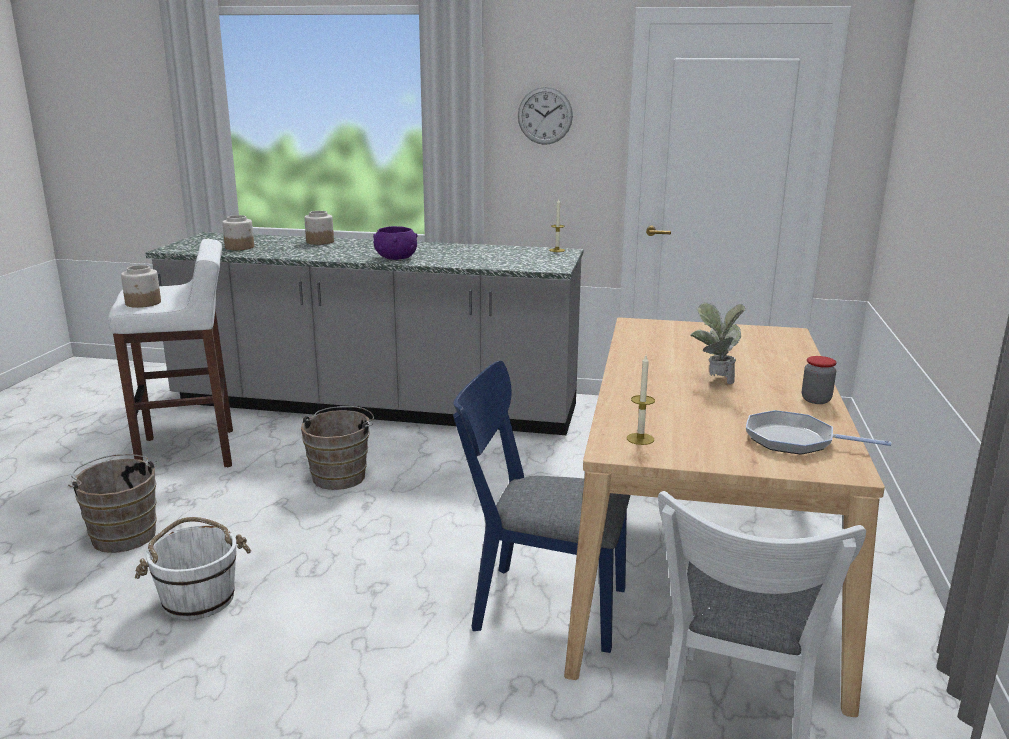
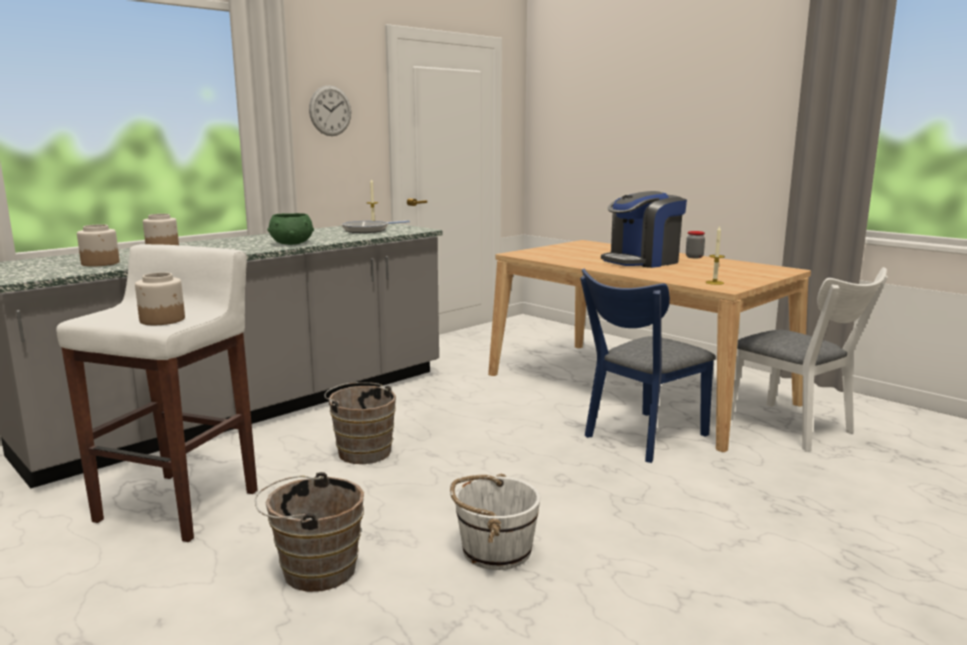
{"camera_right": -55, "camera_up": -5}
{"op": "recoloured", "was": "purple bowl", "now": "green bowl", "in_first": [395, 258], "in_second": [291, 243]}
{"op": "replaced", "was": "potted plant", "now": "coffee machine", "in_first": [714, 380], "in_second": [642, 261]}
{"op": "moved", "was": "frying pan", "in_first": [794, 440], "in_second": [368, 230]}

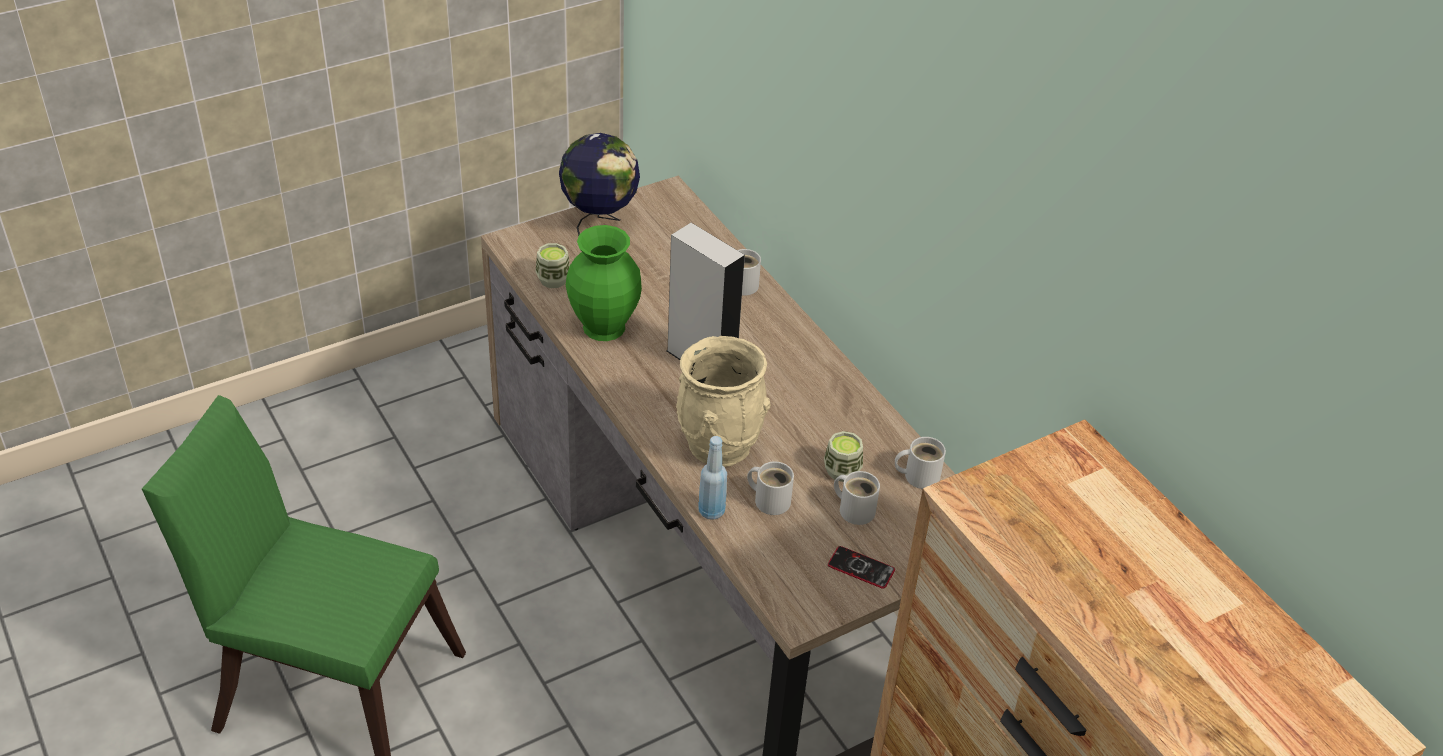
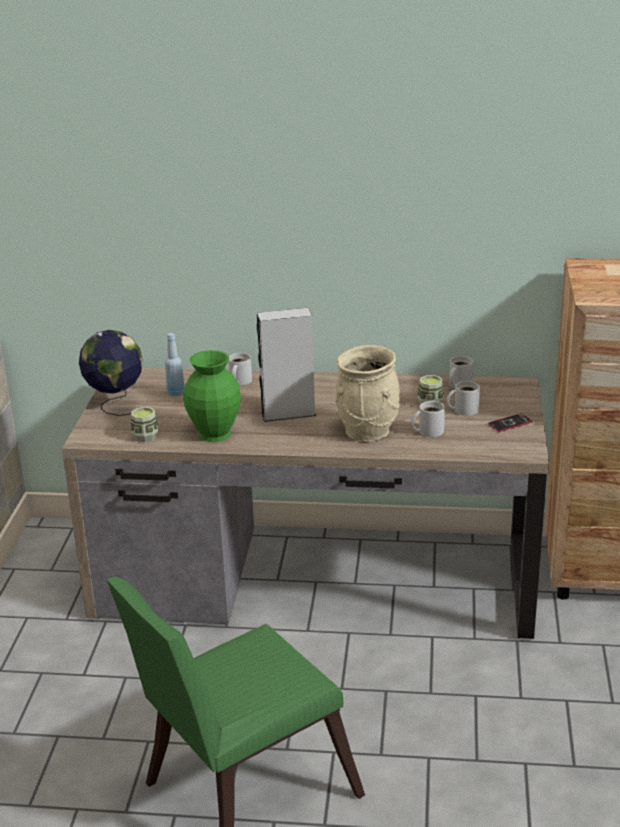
{"camera_right": -50, "camera_up": -15}
{"op": "moved", "was": "blue bottle", "in_first": [711, 511], "in_second": [176, 393]}

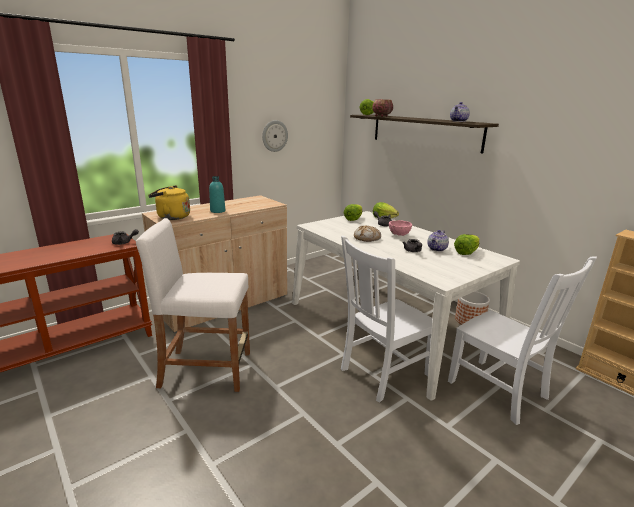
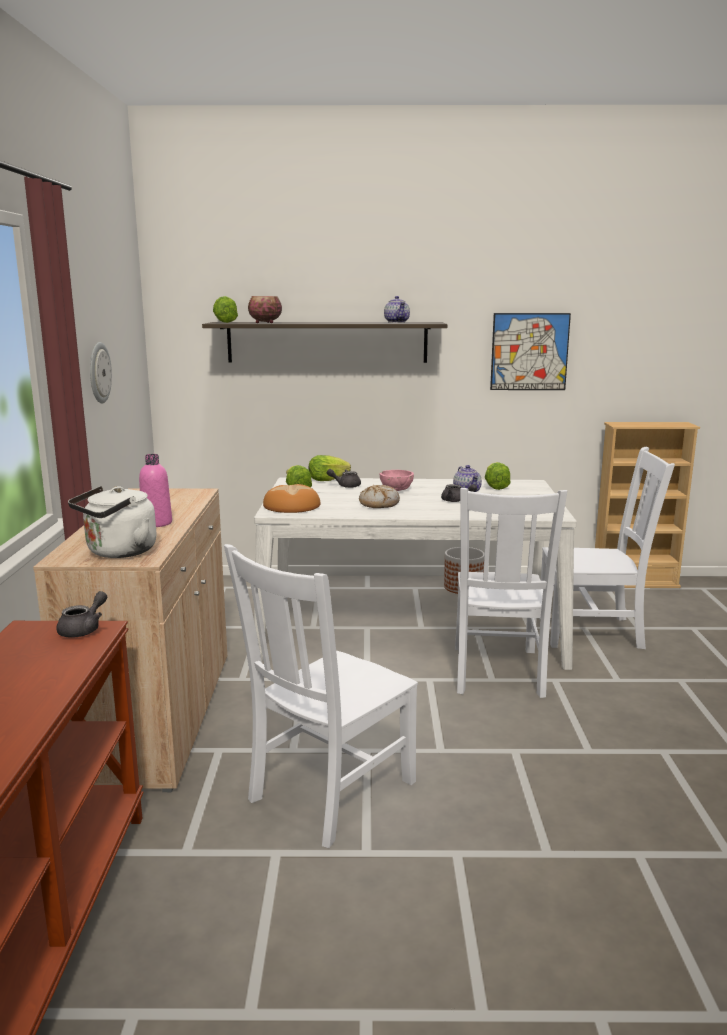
{"camera_right": -50, "camera_up": -5}
{"op": "recoloured", "was": "turquoise bottle", "now": "pink bottle", "in_first": [217, 211], "in_second": [157, 523]}
{"op": "recoloured", "was": "yellow kettle", "now": "white kettle", "in_first": [171, 217], "in_second": [118, 552]}
{"op": "replaced", "was": "white stool", "now": "white chair", "in_first": [206, 369], "in_second": [328, 793]}
{"op": "added", "now": "picture", "in_second": [529, 352]}
{"op": "added", "now": "bread", "in_second": [292, 506]}

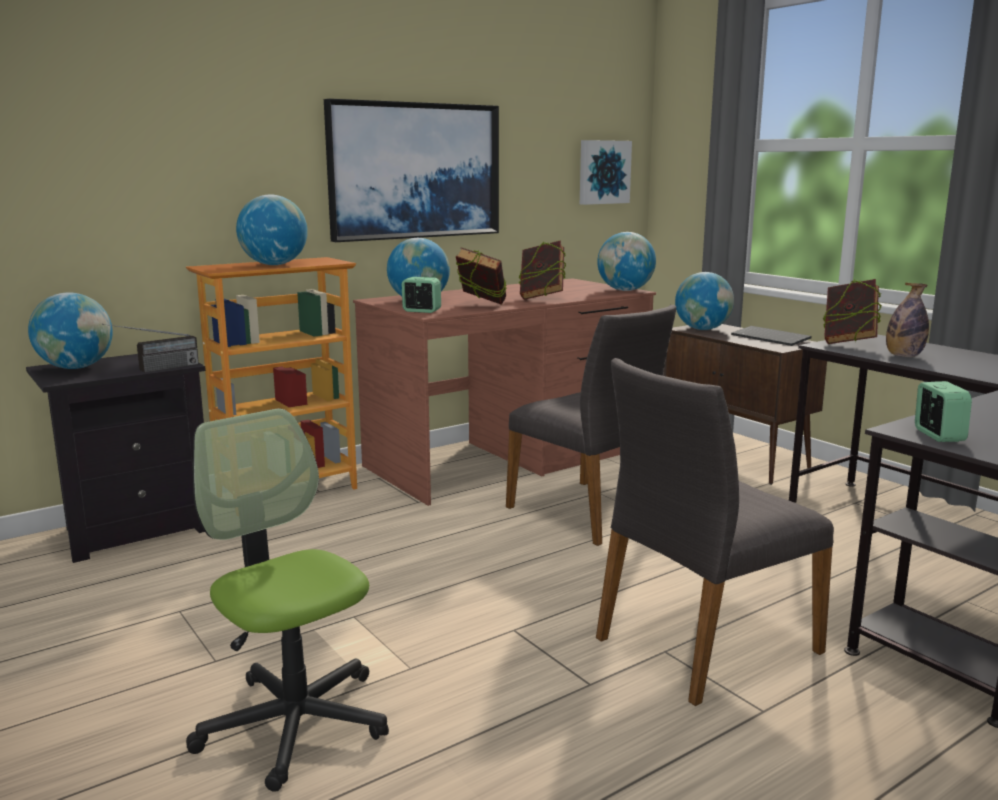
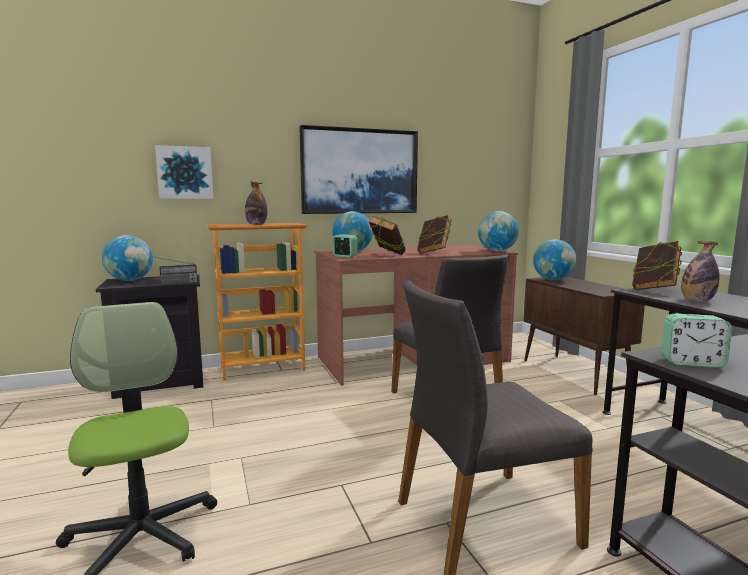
{"camera_right": 15, "camera_up": -5}
{"op": "moved", "was": "picture", "in_first": [603, 172], "in_second": [185, 173]}
{"op": "replaced", "was": "globe", "now": "bottle", "in_first": [274, 265], "in_second": [256, 224]}
{"op": "removed", "was": "keyboard", "in_first": [772, 338]}
{"op": "turned", "was": "alarm clock", "in_first": [938, 435], "in_second": [692, 363], "clockwise": 90}

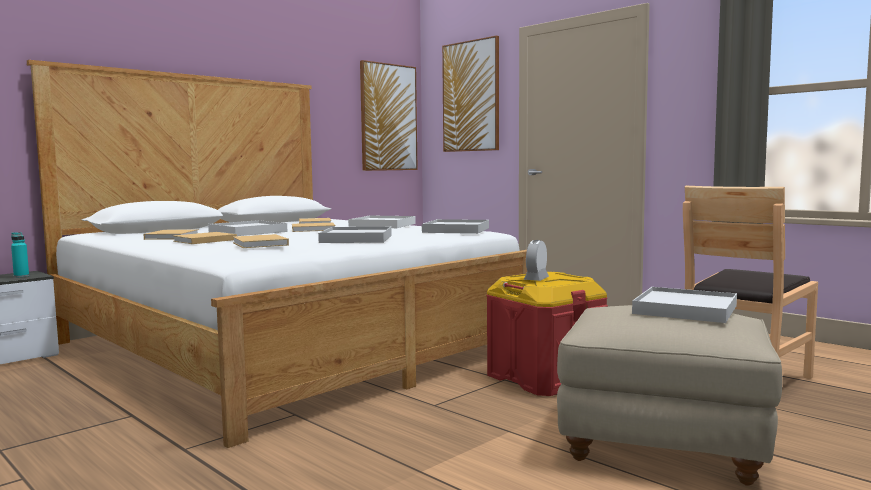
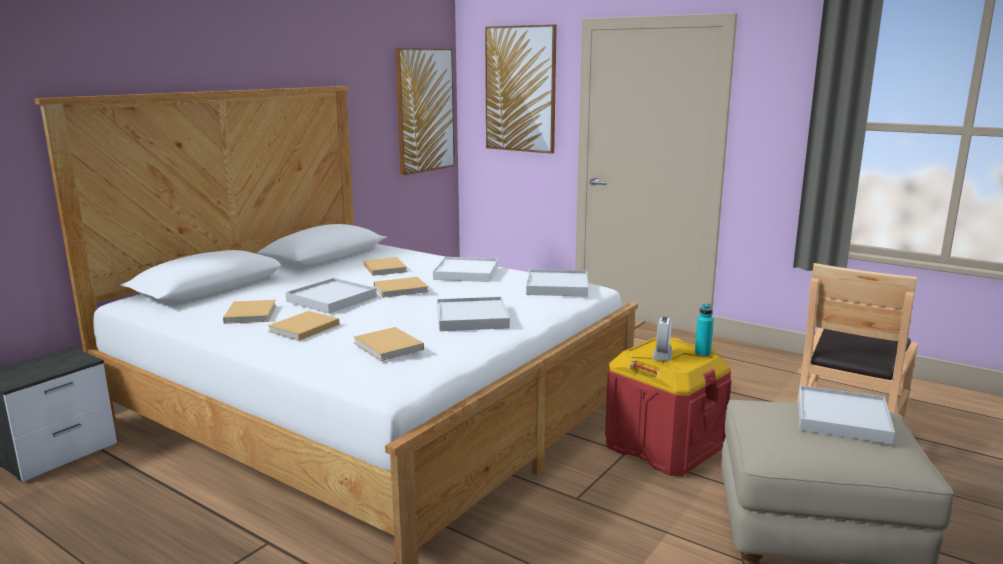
{"camera_right": -10, "camera_up": 10}
{"op": "moved", "was": "turquoise bottle", "in_first": [21, 276], "in_second": [702, 353]}

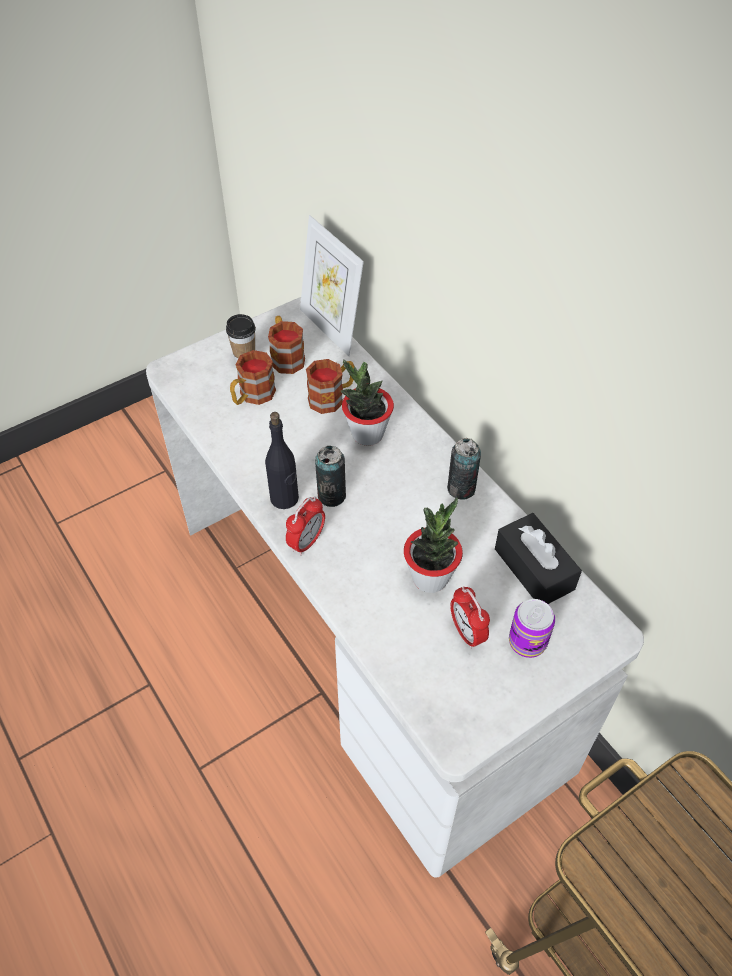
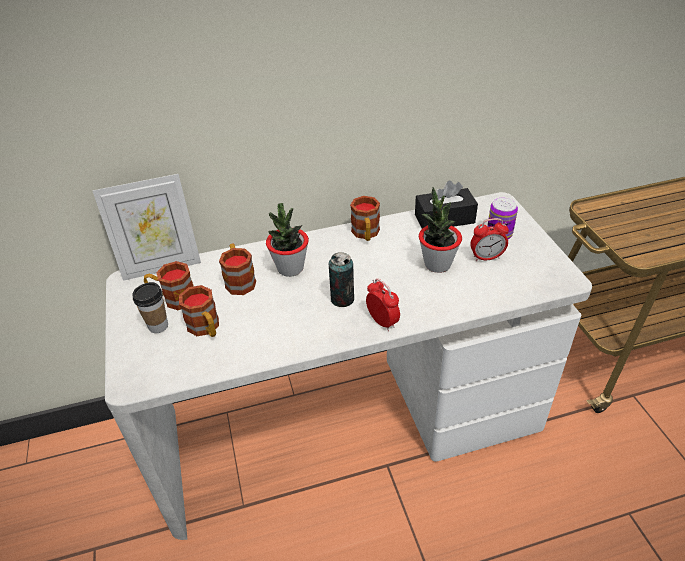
{"camera_right": -70, "camera_up": -10}
{"op": "removed", "was": "black bottle", "in_first": [284, 498]}
{"op": "replaced", "was": "can", "now": "mug", "in_first": [461, 489], "in_second": [366, 234]}

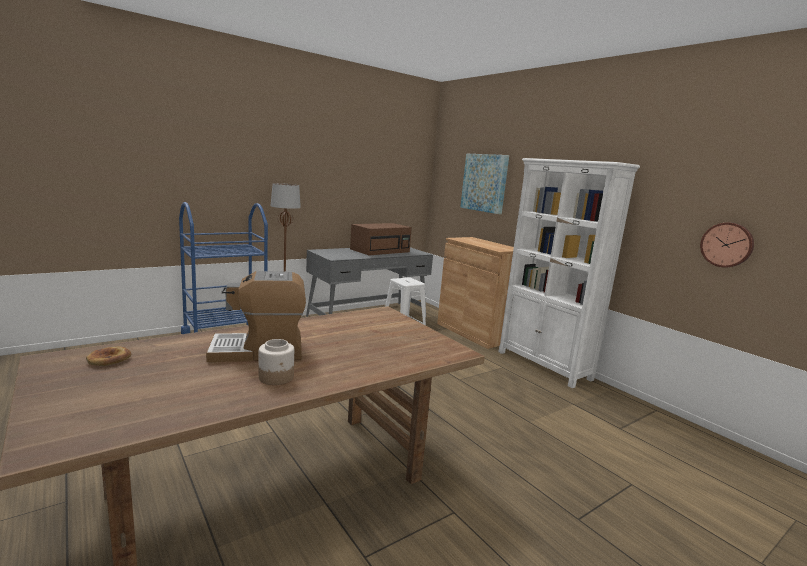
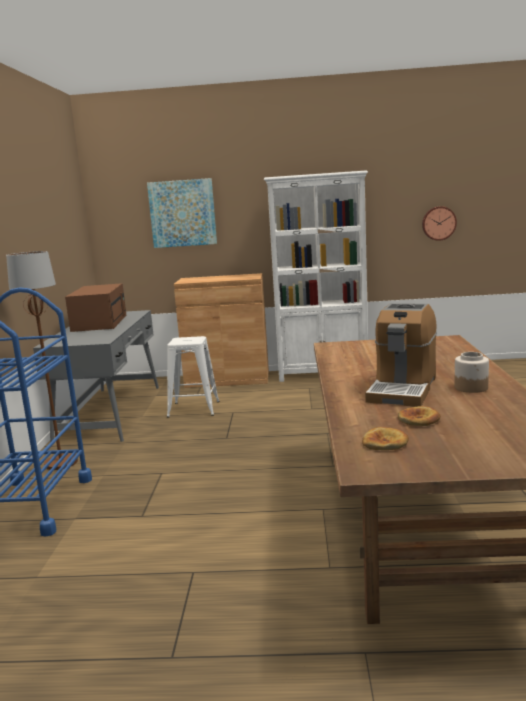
{"camera_right": -50, "camera_up": 0}
{"op": "added", "now": "bread", "in_second": [419, 420]}

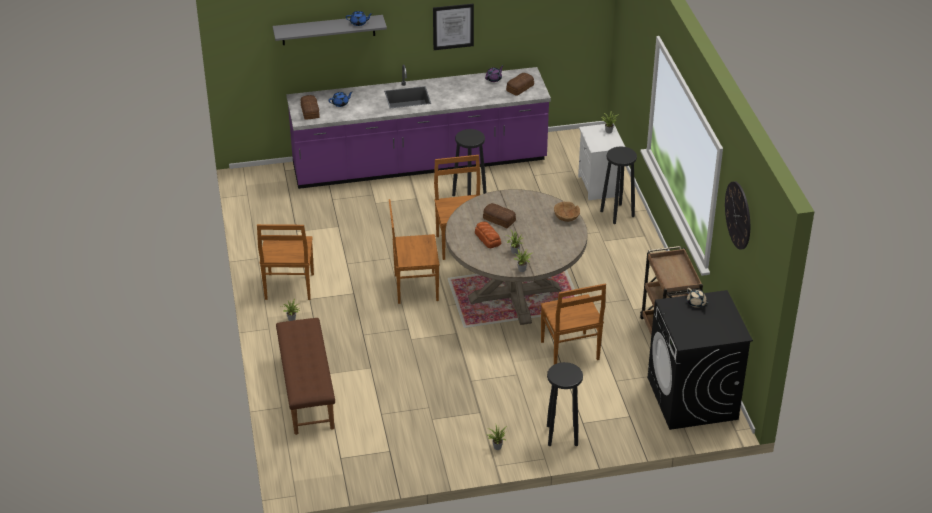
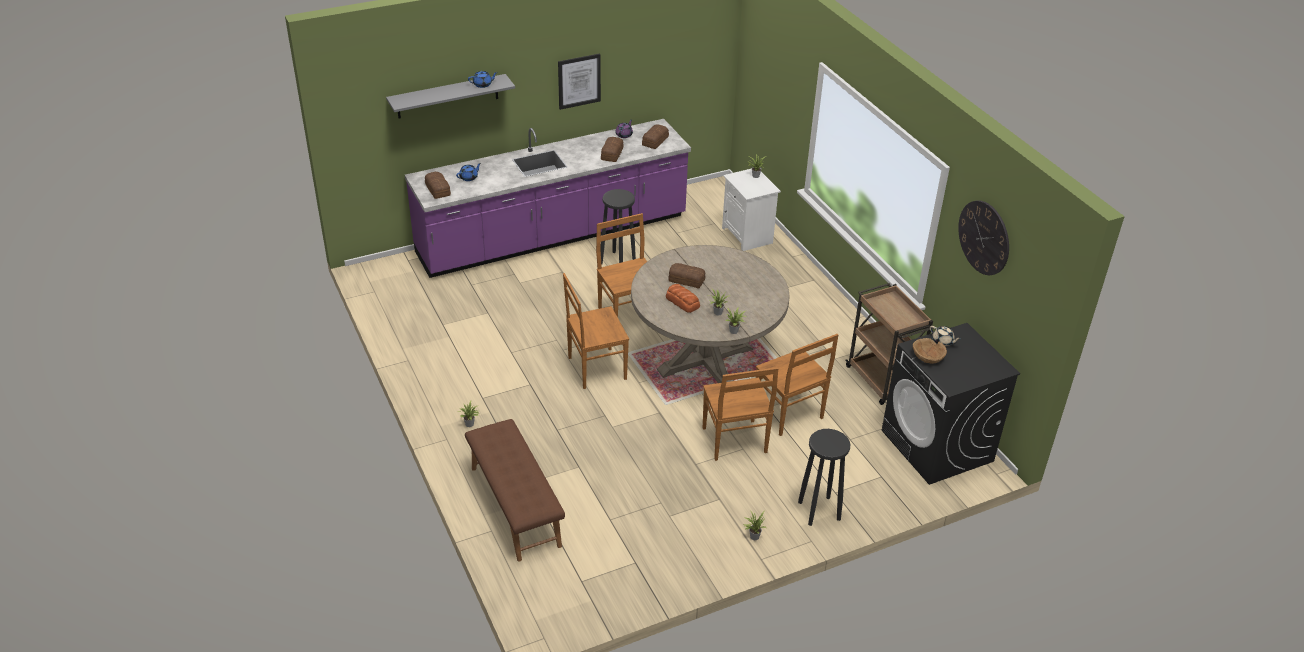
{"camera_right": -15, "camera_up": 0}
{"op": "removed", "was": "black stool", "in_first": [617, 213]}
{"op": "moved", "was": "brown bowl", "in_first": [566, 217], "in_second": [927, 357]}
{"op": "moved", "was": "brown chair", "in_first": [289, 288], "in_second": [735, 441]}
{"op": "added", "now": "bread", "in_second": [611, 154]}

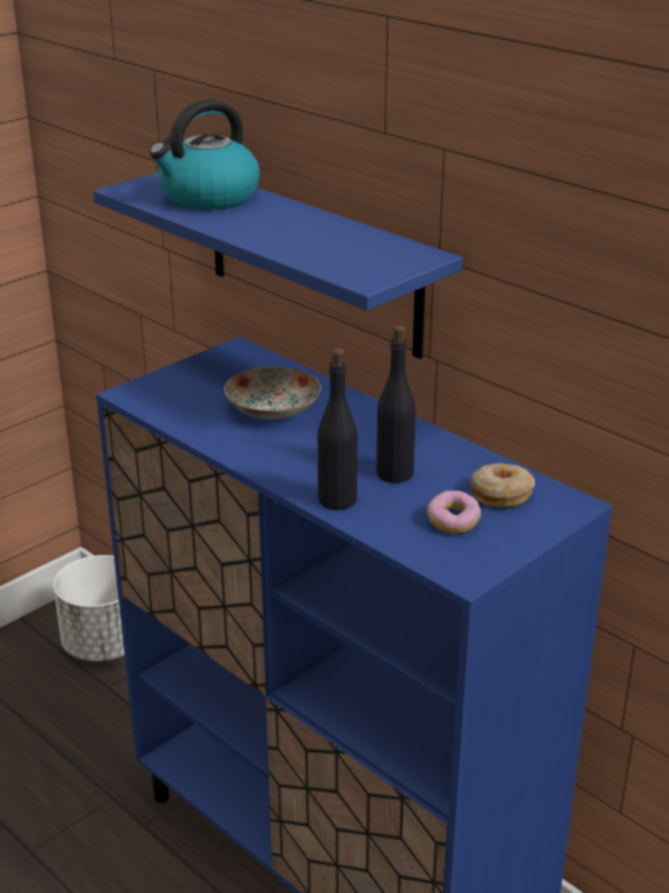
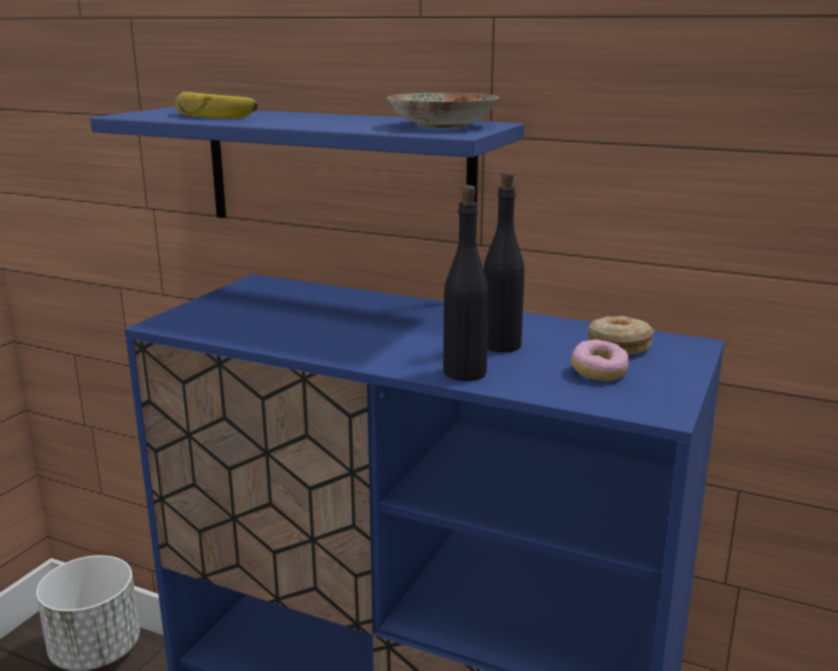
{"camera_right": -20, "camera_up": -10}
{"op": "replaced", "was": "kettle", "now": "banana", "in_first": [208, 197], "in_second": [223, 114]}
{"op": "moved", "was": "plate", "in_first": [272, 410], "in_second": [442, 126]}

